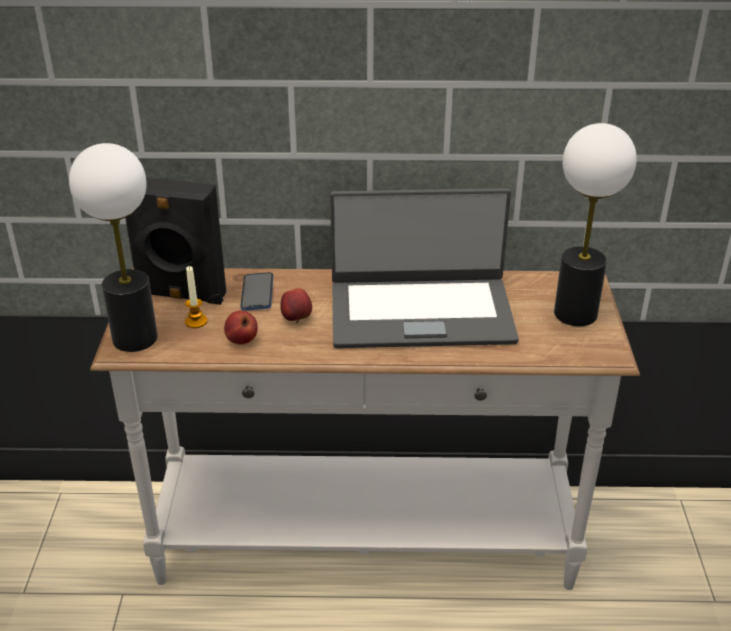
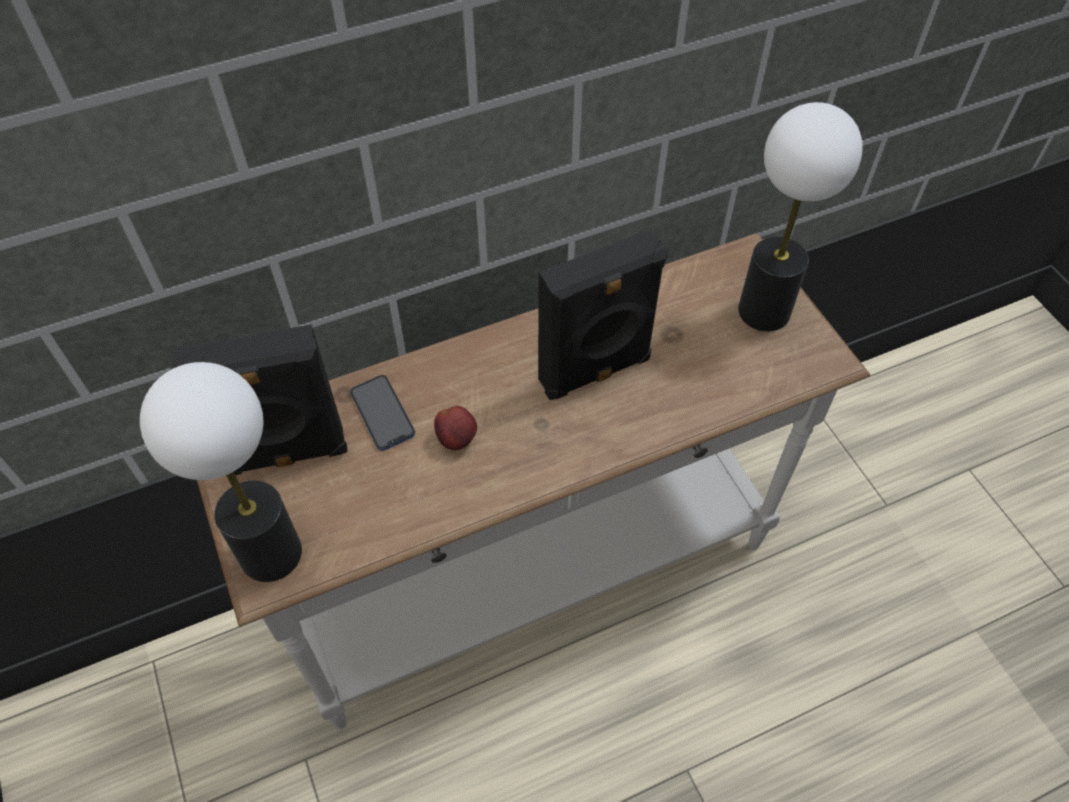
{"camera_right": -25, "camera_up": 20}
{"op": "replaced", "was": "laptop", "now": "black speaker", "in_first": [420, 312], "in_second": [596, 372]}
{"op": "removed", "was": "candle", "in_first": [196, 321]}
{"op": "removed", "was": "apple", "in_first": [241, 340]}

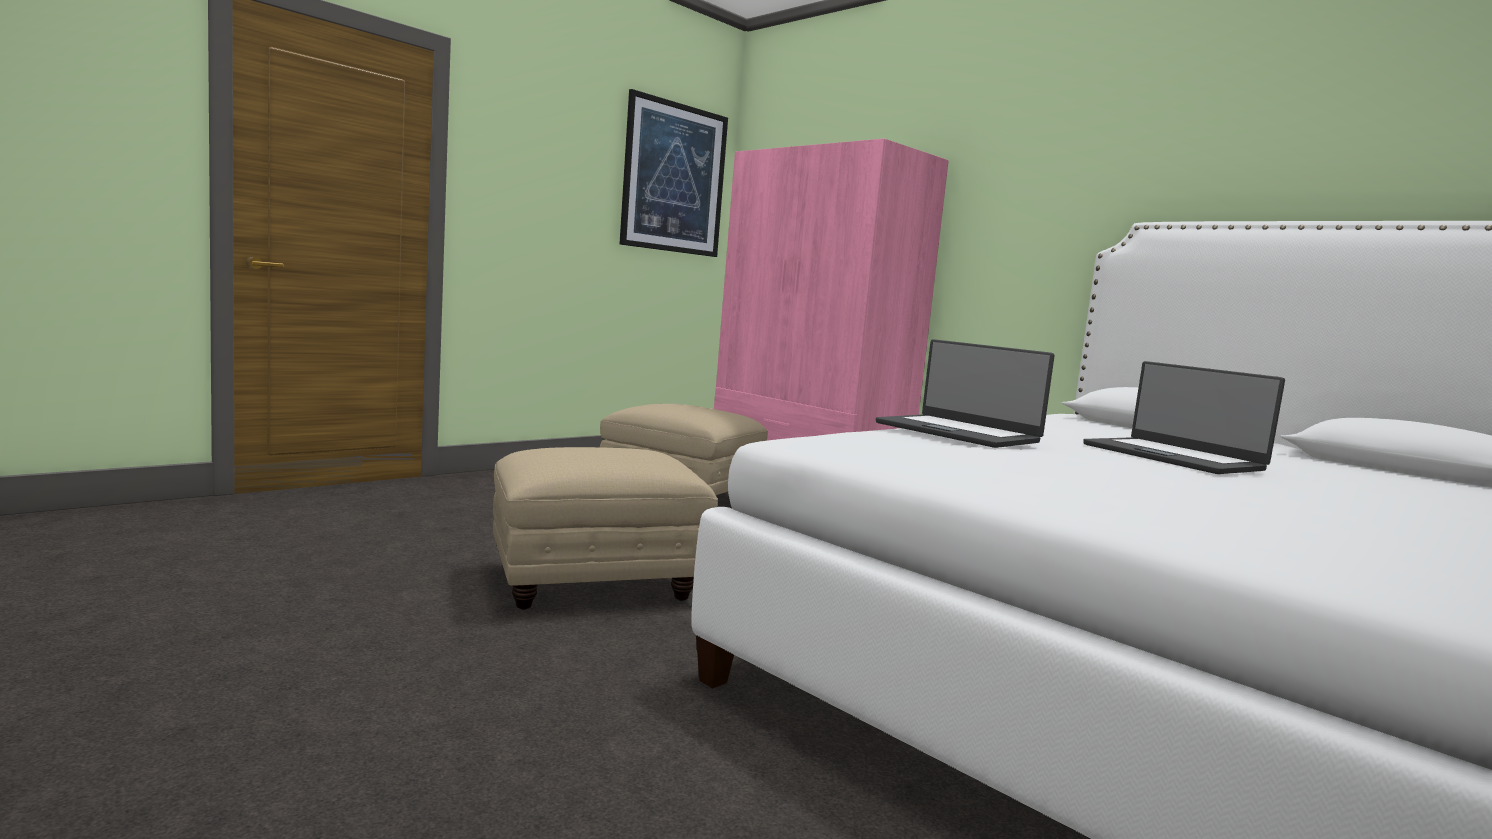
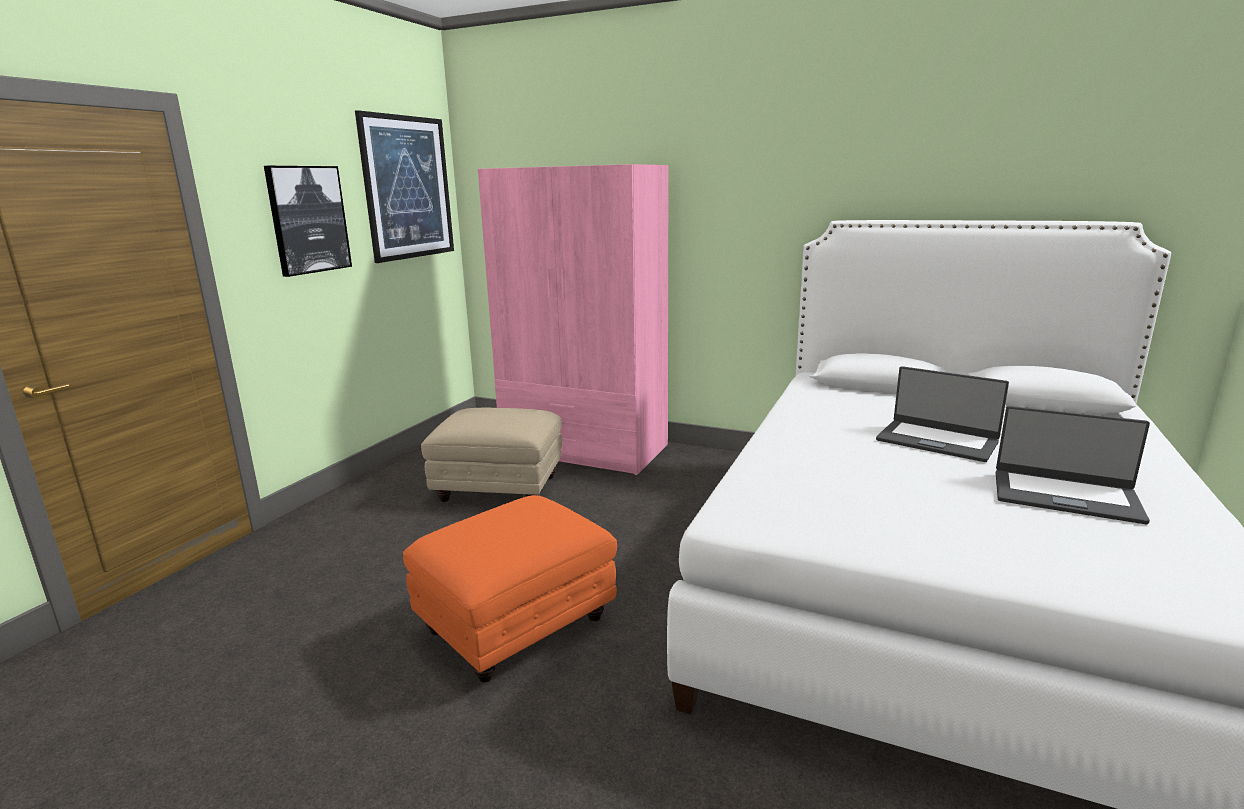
{"camera_right": -20, "camera_up": 10}
{"op": "moved", "was": "laptop", "in_first": [958, 432], "in_second": [1065, 496]}
{"op": "recoloured", "was": "beige ottoman", "now": "orange ottoman", "in_first": [597, 584], "in_second": [518, 625]}
{"op": "added", "now": "picture", "in_second": [308, 219]}

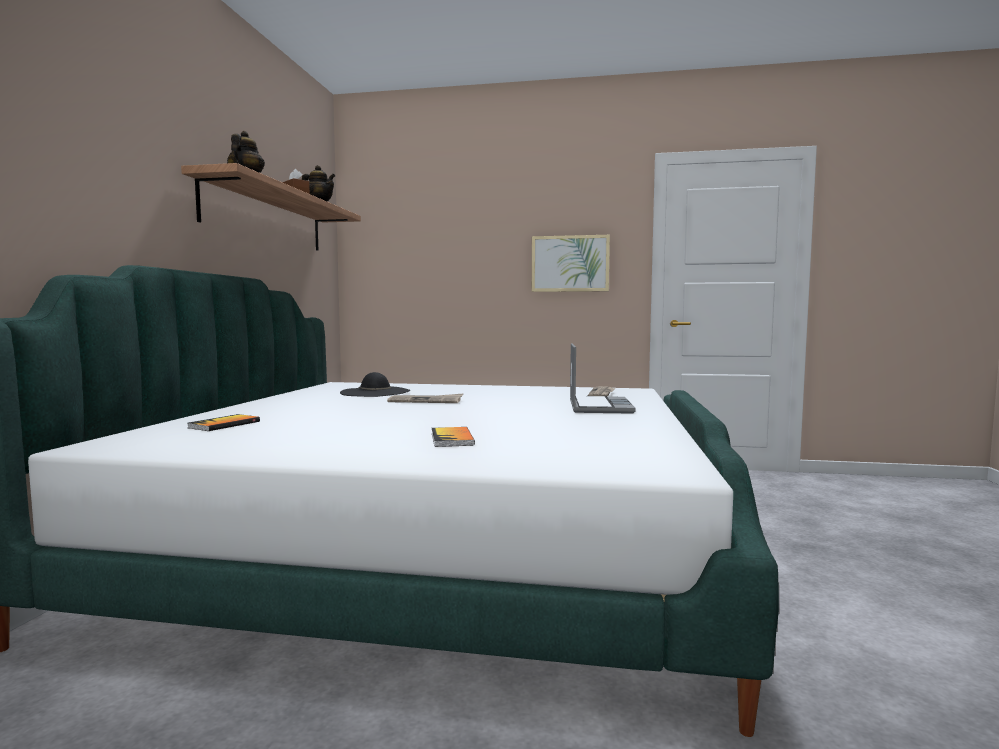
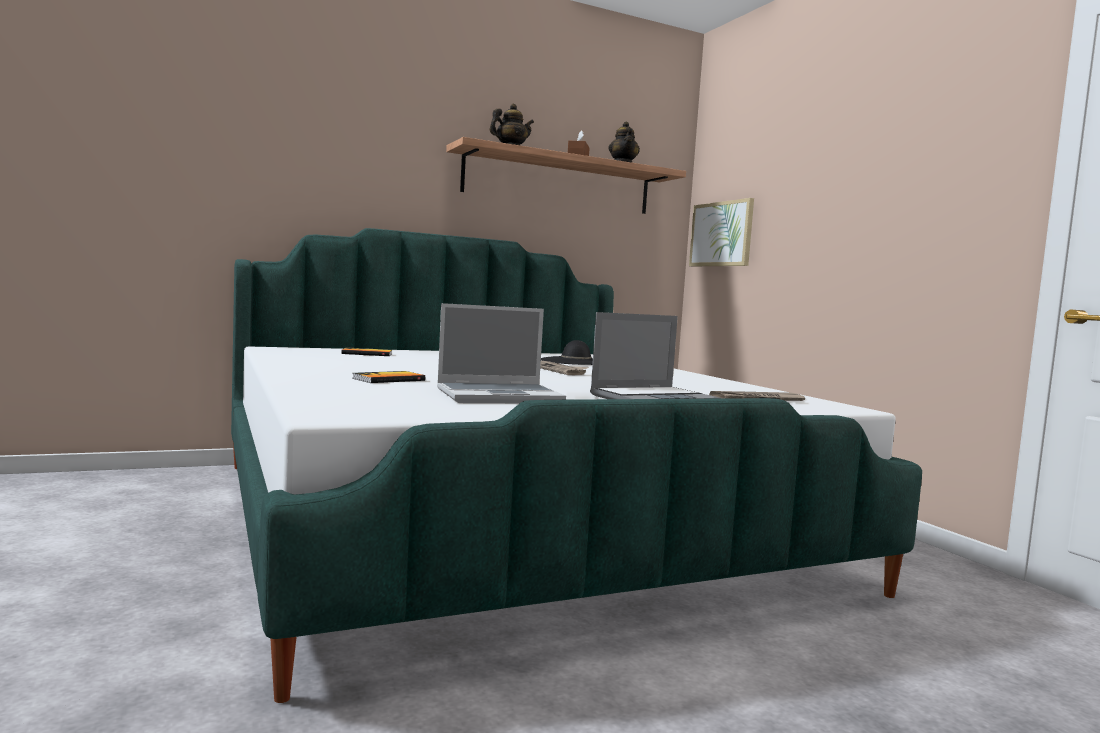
{"camera_right": 55, "camera_up": 0}
{"op": "moved", "was": "picture", "in_first": [570, 263], "in_second": [721, 234]}
{"op": "added", "now": "laptop", "in_second": [500, 396]}

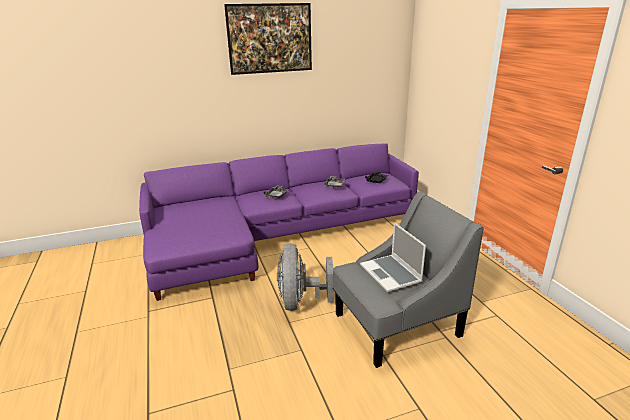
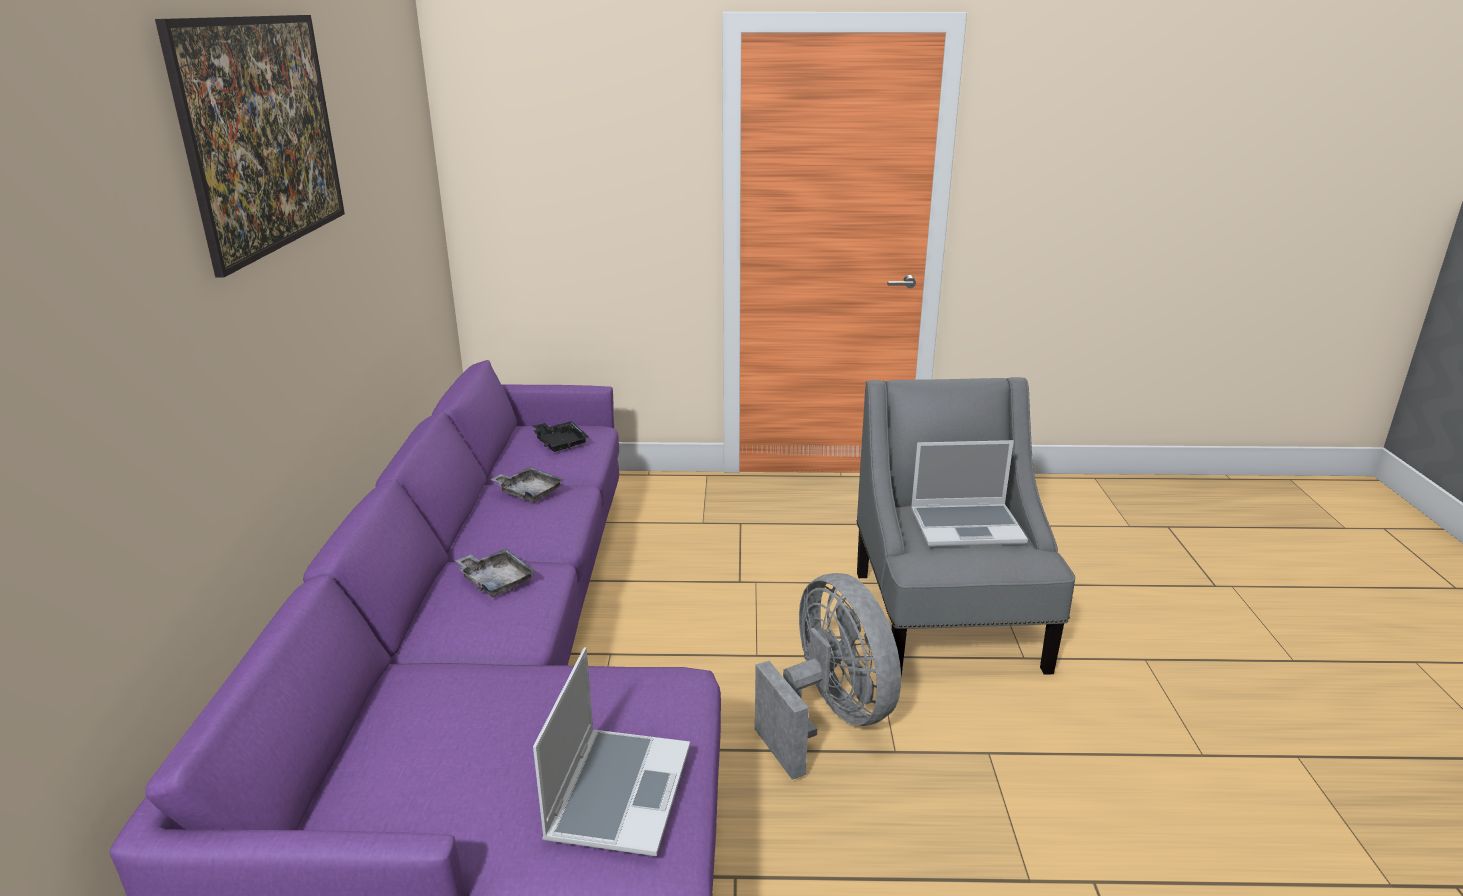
{"camera_right": -70, "camera_up": 0}
{"op": "turned", "was": "grey fan", "in_first": [300, 301], "in_second": [829, 718], "clockwise": -135}
{"op": "added", "now": "laptop", "in_second": [618, 791]}

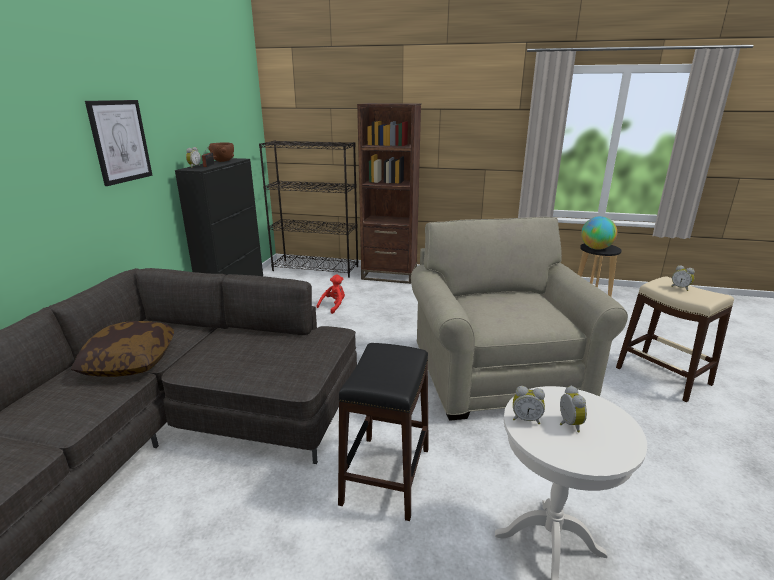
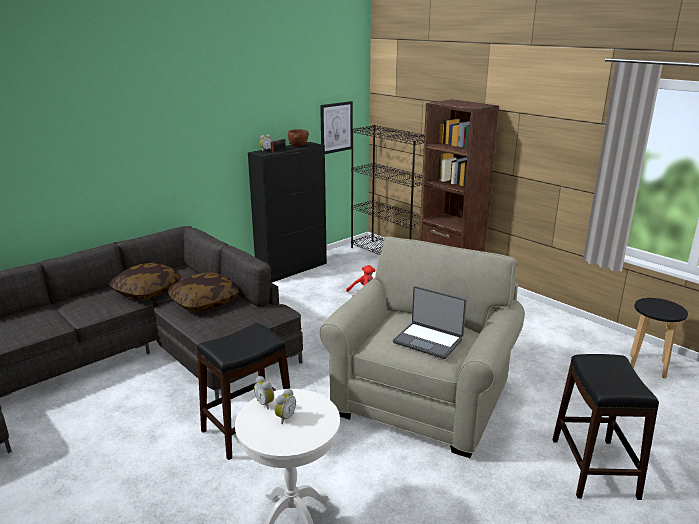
{"camera_right": 35, "camera_up": 0}
{"op": "moved", "was": "picture", "in_first": [120, 141], "in_second": [336, 127]}
{"op": "removed", "was": "globe", "in_first": [596, 248]}
{"op": "removed", "was": "alarm clock", "in_first": [680, 288]}
{"op": "recoloured", "was": "beige stool", "now": "black stool", "in_first": [663, 375], "in_second": [594, 467]}
{"op": "added", "now": "pillow", "in_second": [204, 302]}
{"op": "added", "now": "laptop", "in_second": [428, 341]}

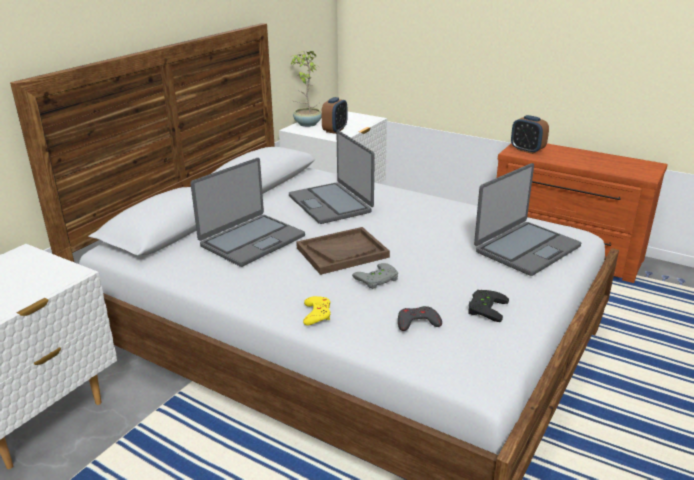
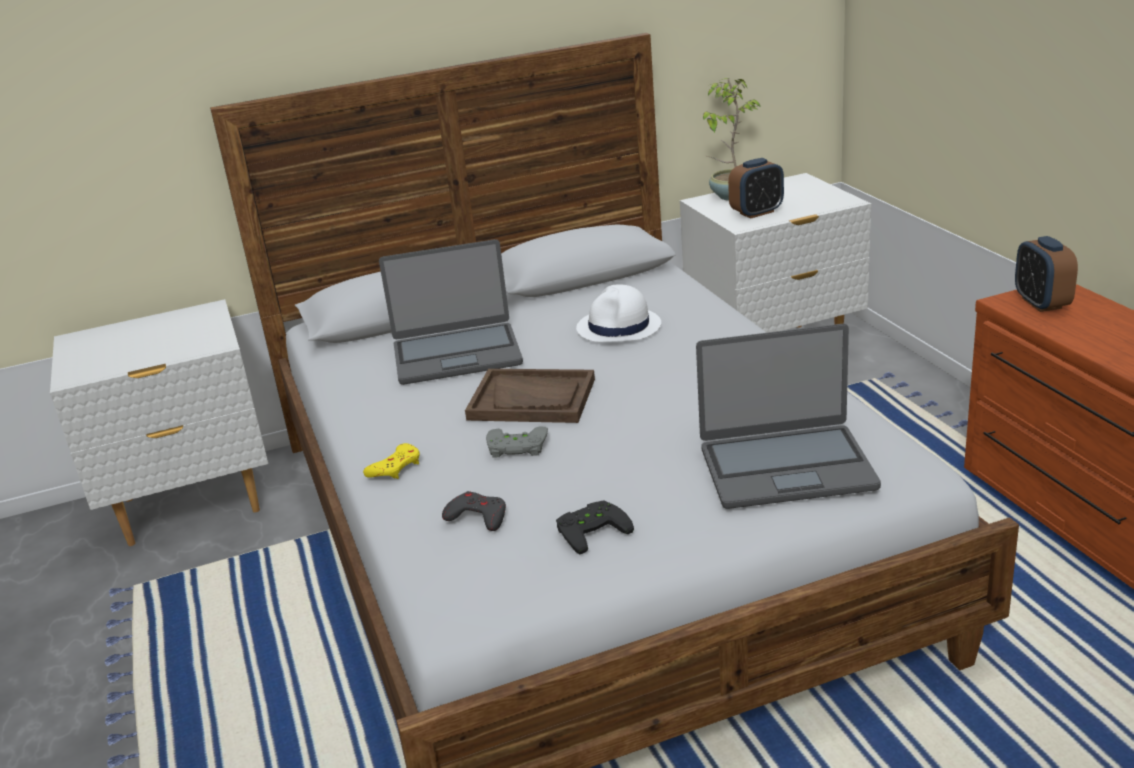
{"camera_right": 40, "camera_up": 0}
{"op": "replaced", "was": "laptop", "now": "white hat", "in_first": [331, 204], "in_second": [619, 327]}

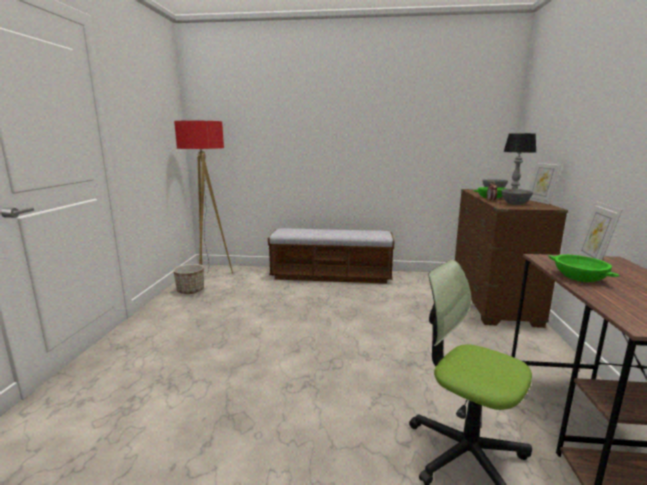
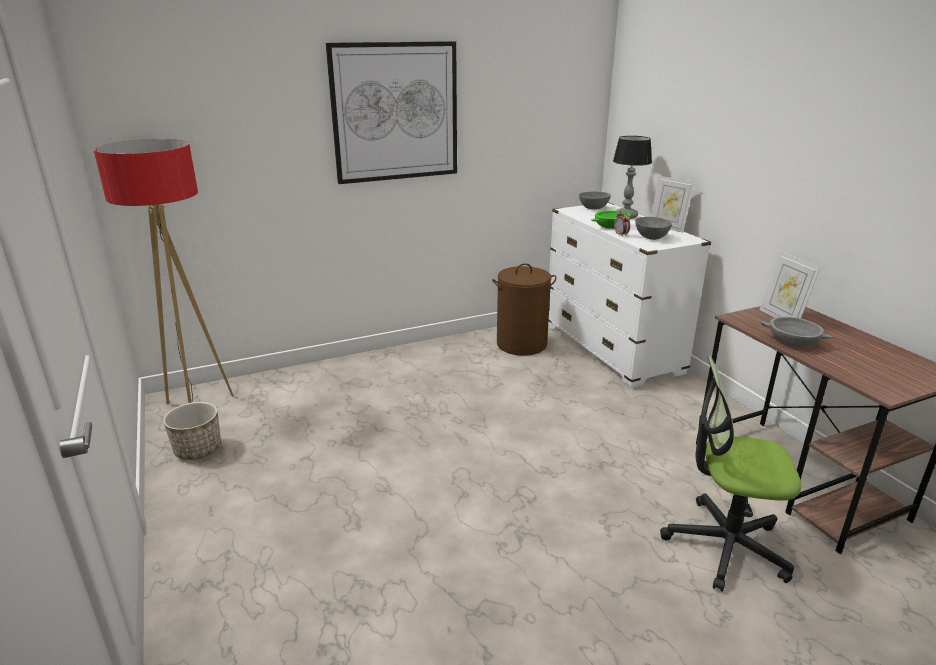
{"camera_right": -30, "camera_up": 10}
{"op": "recoloured", "was": "brown dresser", "now": "white dresser", "in_first": [492, 299], "in_second": [612, 349]}
{"op": "removed", "was": "bench", "in_first": [331, 276]}
{"op": "recoloured", "was": "green bowl", "now": "grey bowl", "in_first": [580, 277], "in_second": [793, 341]}
{"op": "added", "now": "picture", "in_second": [395, 112]}
{"op": "added", "now": "brown laundry basket", "in_second": [522, 344]}

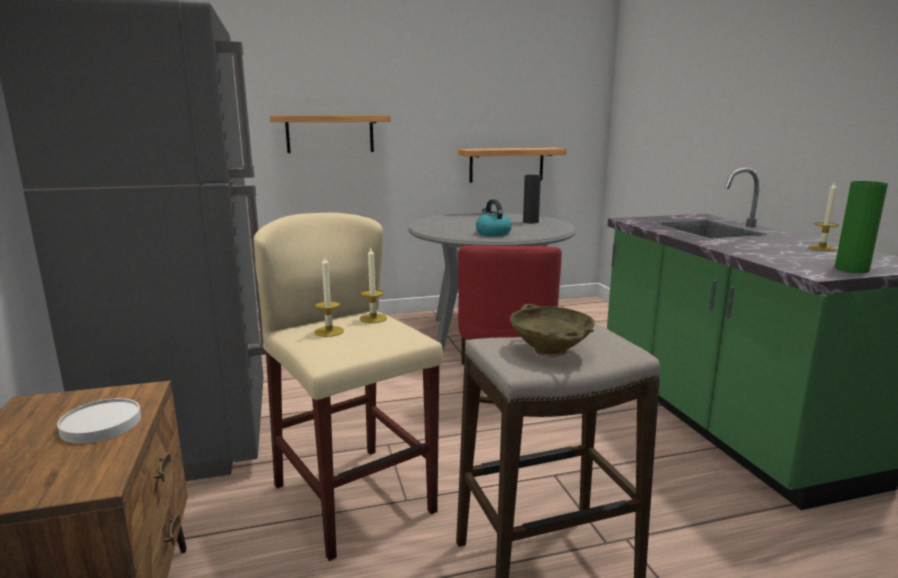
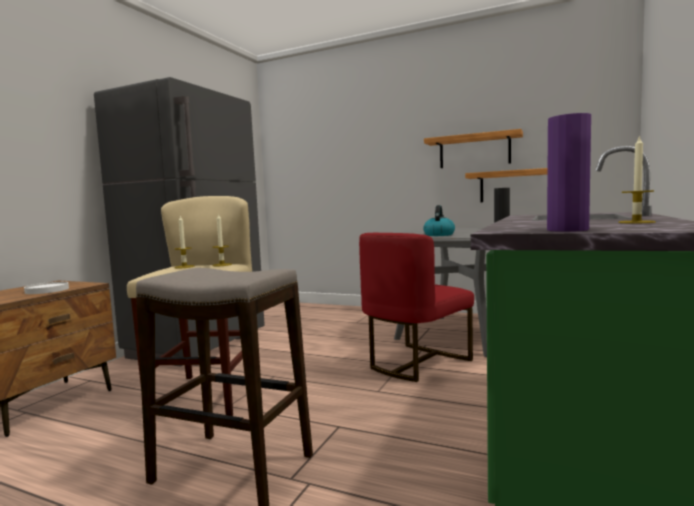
{"camera_right": 40, "camera_up": -10}
{"op": "moved", "was": "shelf", "in_first": [330, 134], "in_second": [474, 151]}
{"op": "recoloured", "was": "green vase", "now": "purple vase", "in_first": [851, 269], "in_second": [567, 230]}
{"op": "removed", "was": "beige bowl", "in_first": [550, 350]}

